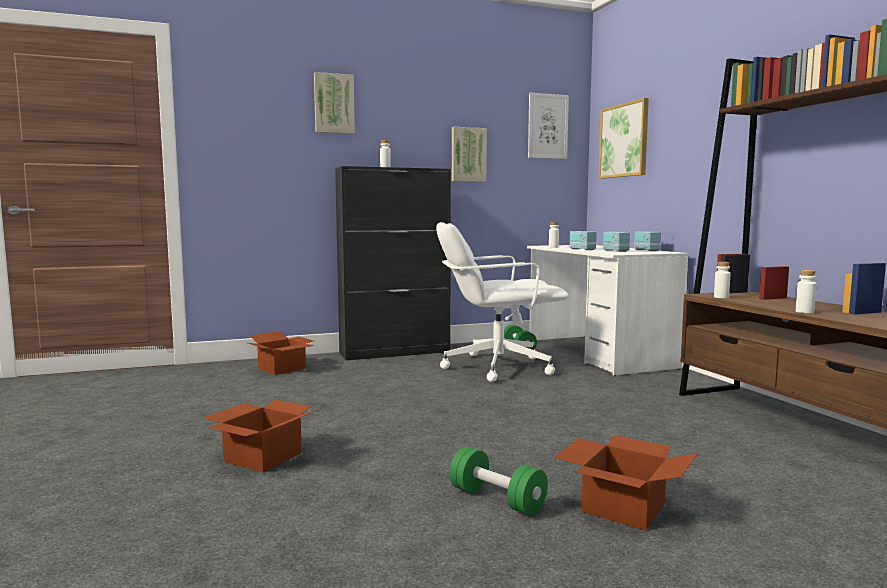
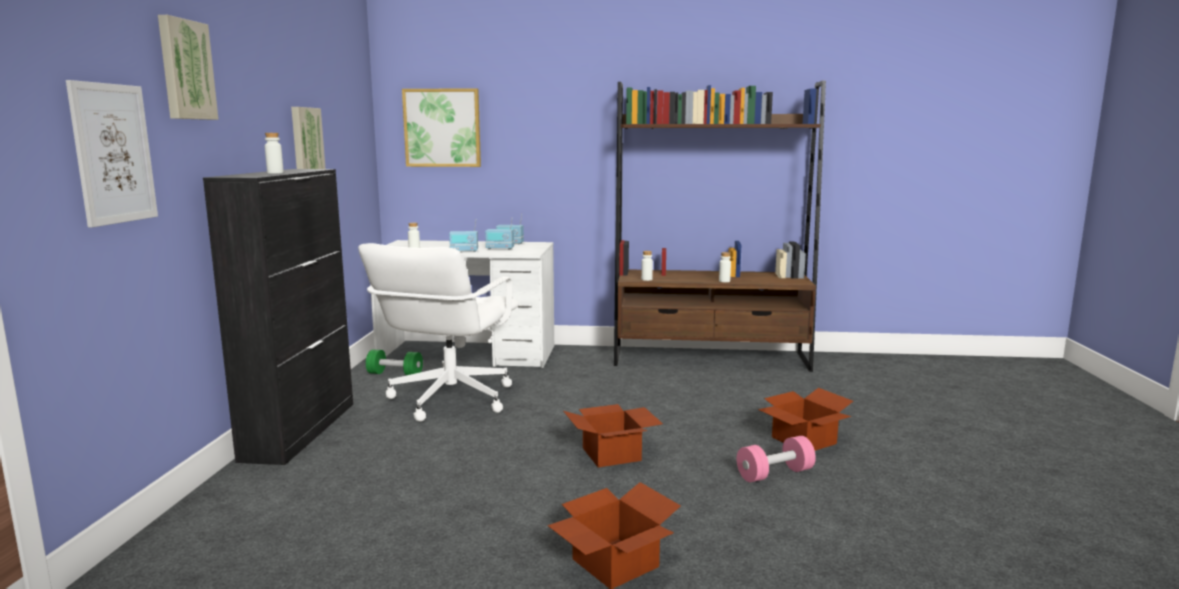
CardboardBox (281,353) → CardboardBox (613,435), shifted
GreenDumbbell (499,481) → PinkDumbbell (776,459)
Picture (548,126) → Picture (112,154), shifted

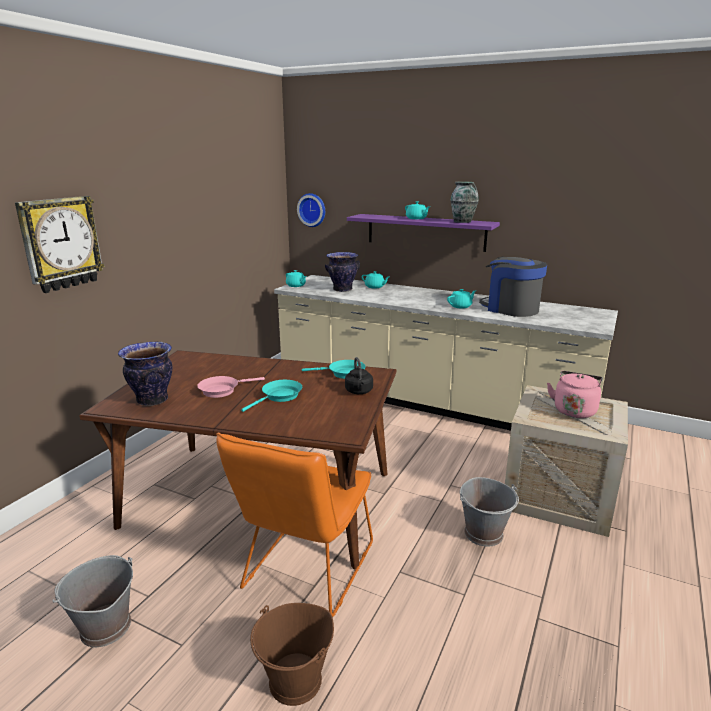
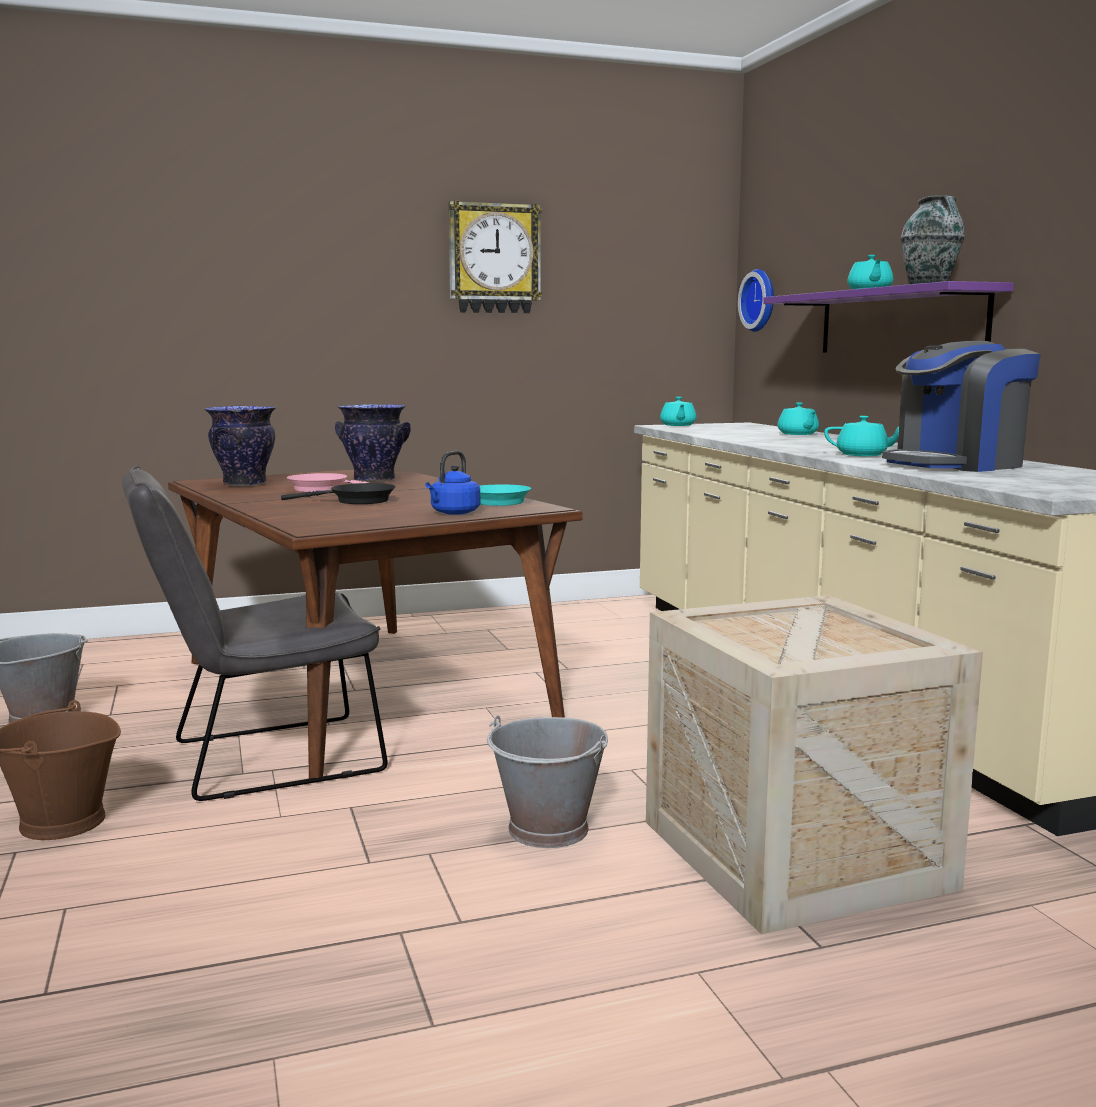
WallClock (60,244) → WallClock (495,257), shifted
OrangeChair (294,524) → GreyChair (255,633)
TurquoiseFryingPan (271,396) → BlackFryingPan (338,493)
Vase (342,272) → Vase (373,443), shifted
BlackKettle (359,375) → BlueKettle (452,483)
CoffeeMachine (513,287) → CoffeeMachine (961,406), 120 degrees counterclockwise
PinkKettle (575,394) → -

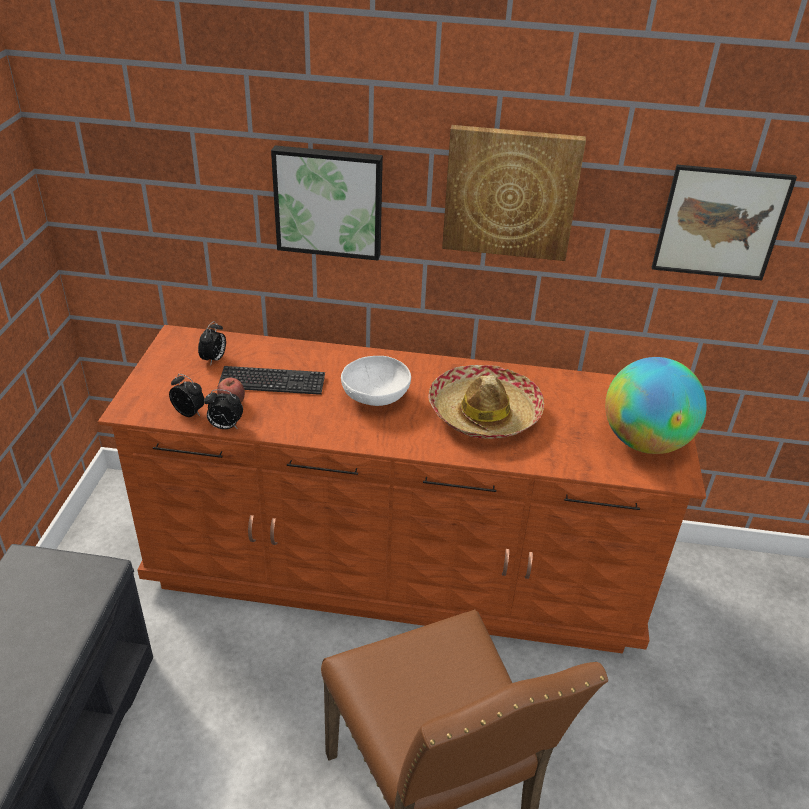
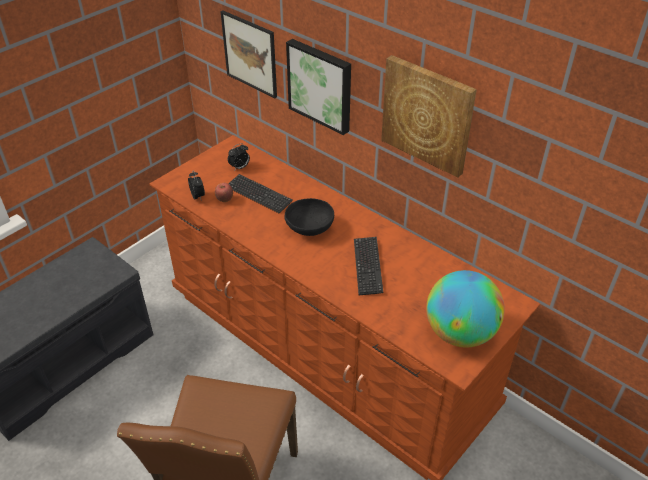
AlarmClock (223,409) → -
WhiteBowl (376,381) → BlackBowl (309,217)
Hat (486,402) → Keyboard (368,266)
Picture (724,222) → Picture (248,54), shifted

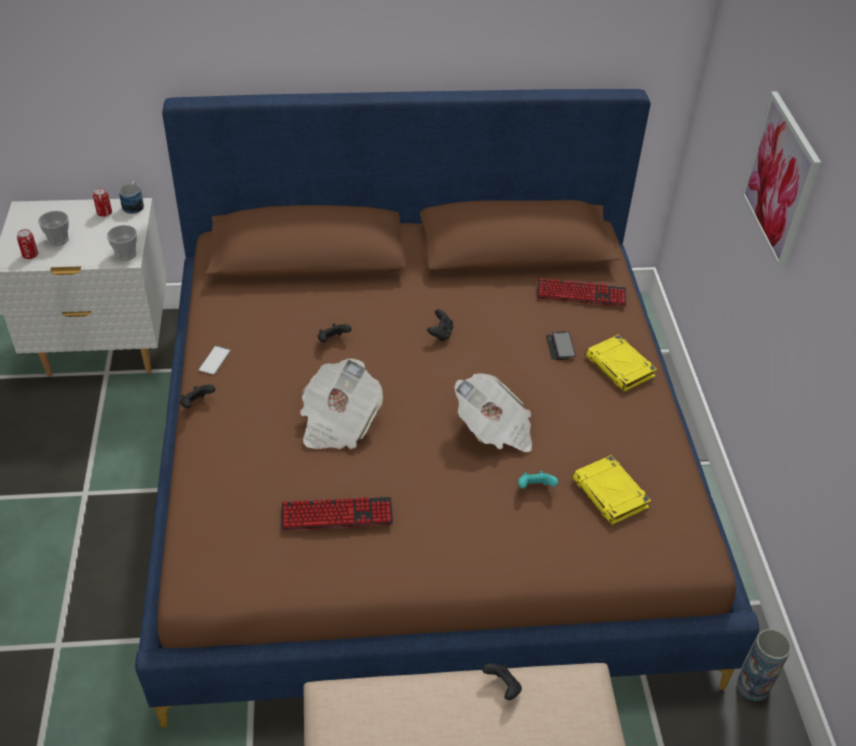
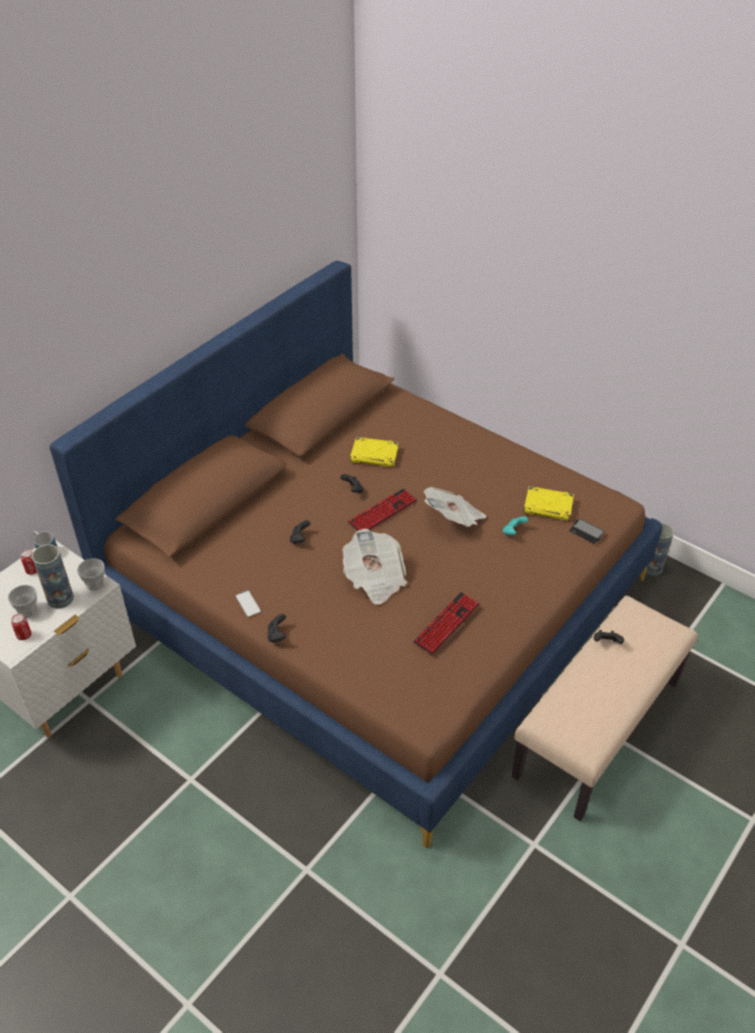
Keyboard (581,292) → Keyboard (382,509), shifted
Phone (561,345) → Phone (586,531), shifted
YellowBook (621,363) → YellowBook (374,452), shifted
Picture (781,180) → -
- → Vase (53,576)

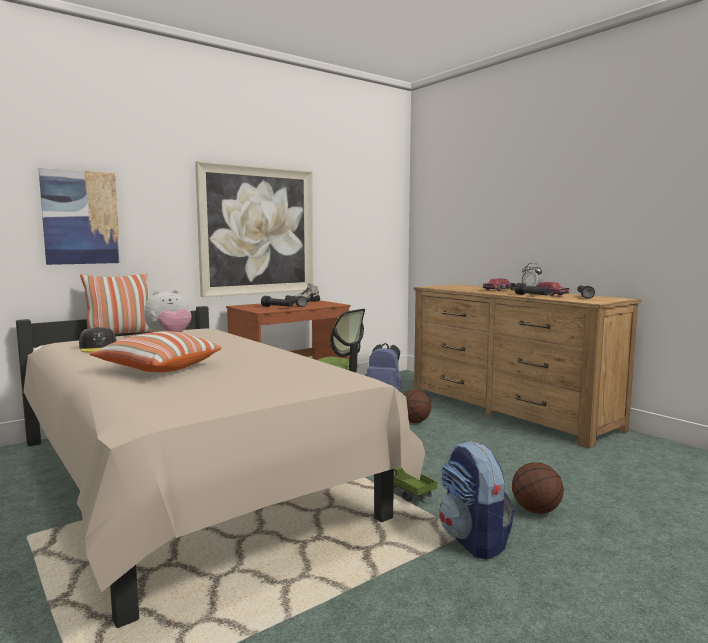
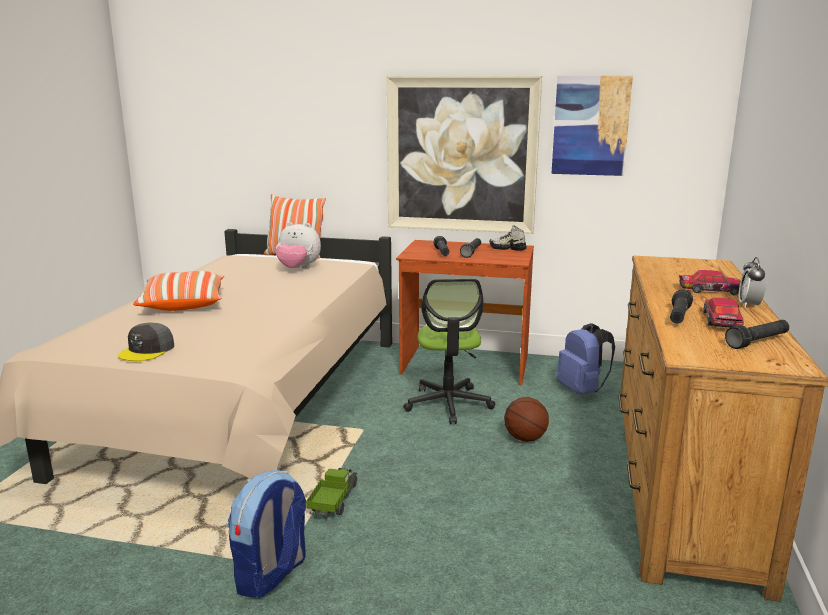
Picture (79,216) → Picture (592,126), shifted
GreyCap (98,339) → GreyCap (146,342), shifted
Basketball (538,488) → -

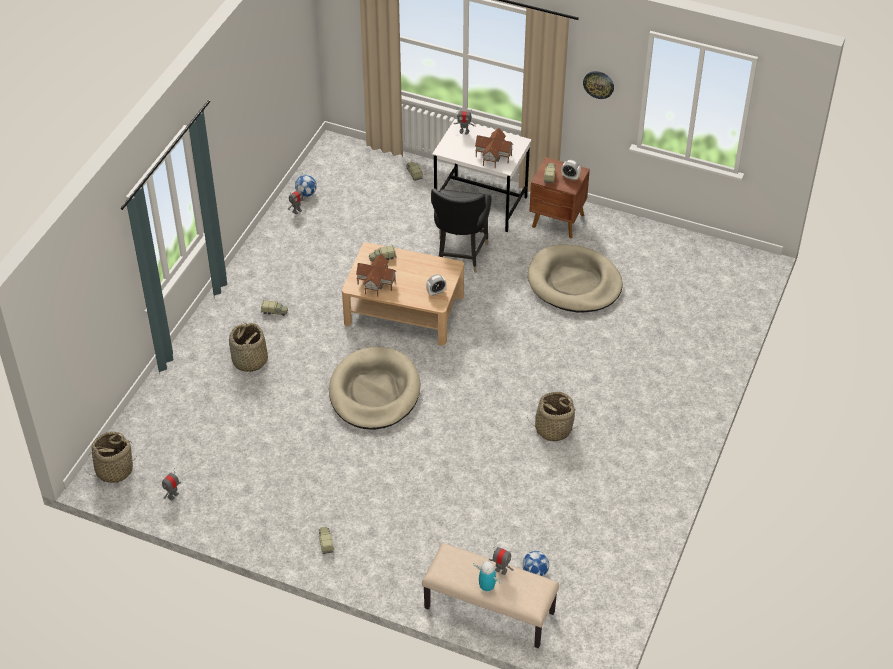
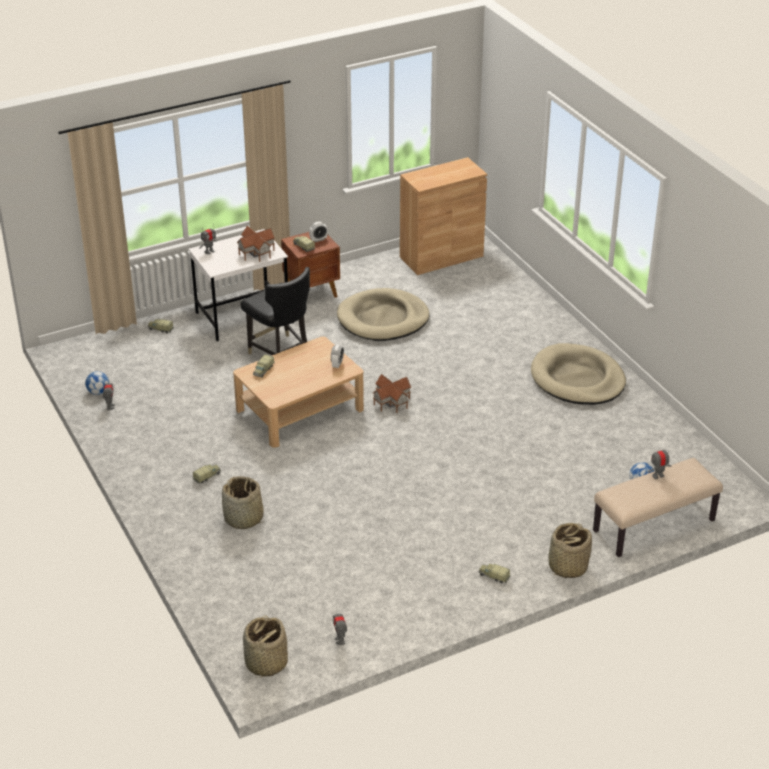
BeigeDogBed (374,388) → BeigeDogBed (578,374), shifted
ToyHouse (376,275) → ToyHouse (392,393), shifted
ToyRobot (487,577) → -
Basket (552,416) → Basket (569,550), shifted
WallClock (598,85) → -
- → BrownCabinet (443,216)

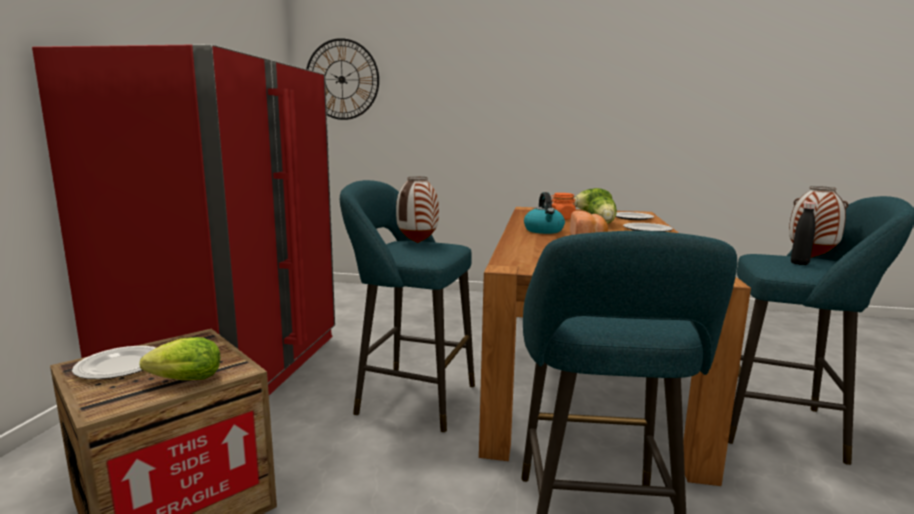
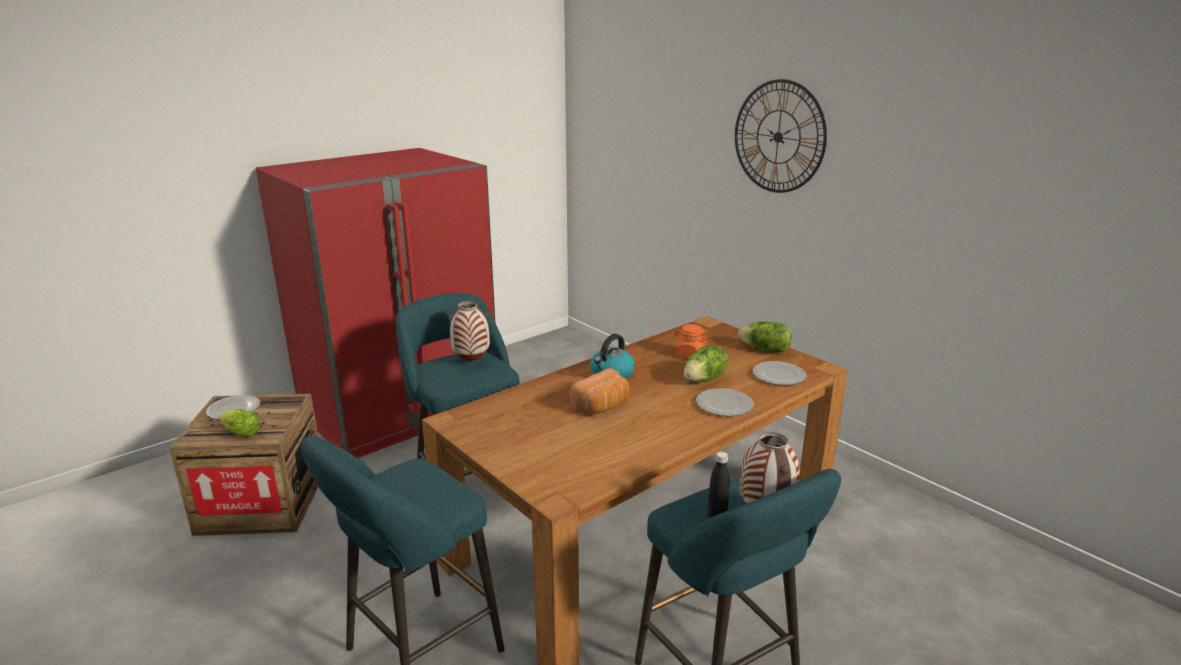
WallClock (342,79) → WallClock (781,136), shifted

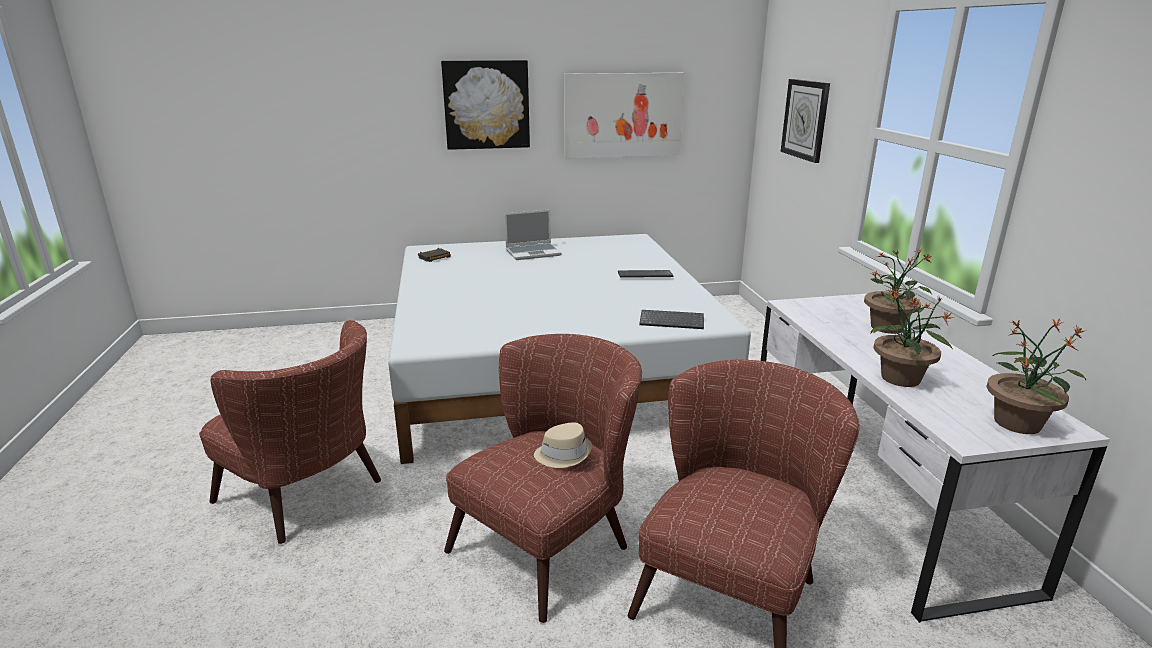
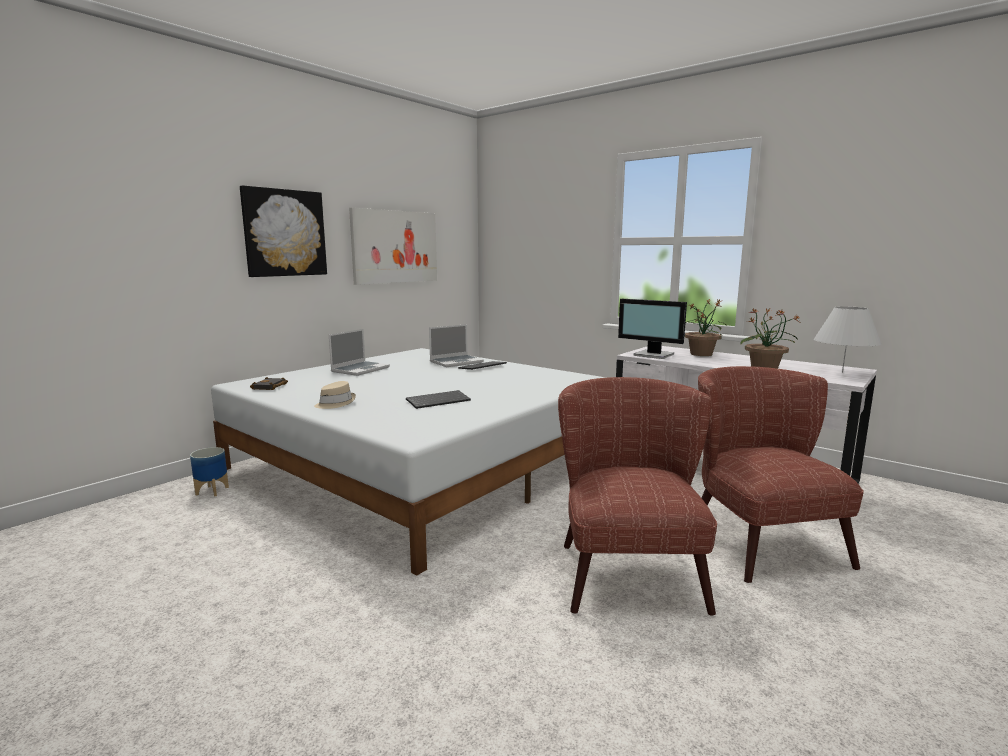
BrownArmchair (290,432) → -
BeigeHat (563,445) → BeigeHat (335,395), shifted
Keyboard (671,319) → Keyboard (438,399), shifted
WallClock (805,121) → -
PottedPlant (1036,376) → WhiteTableLamp (848,339)
- → Planter (209,471)
- → Laptop (456,345)
- → Monitor (652,329)

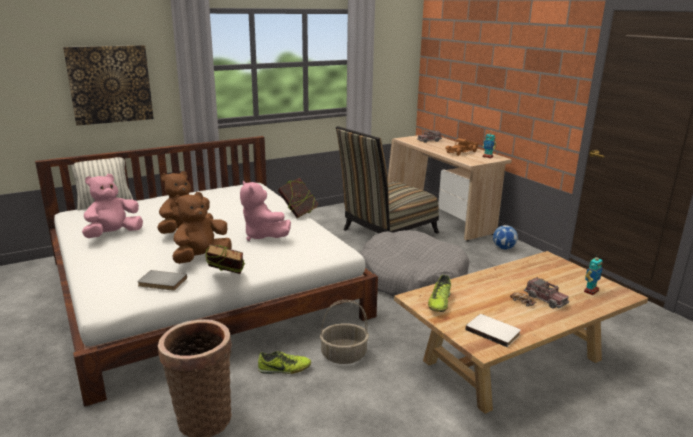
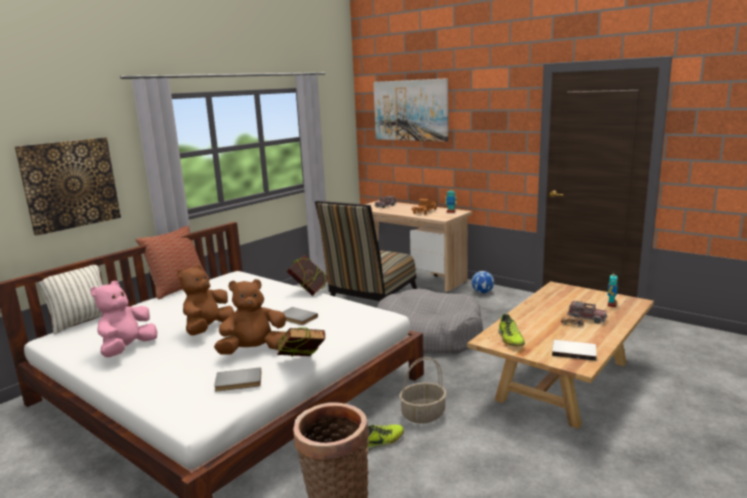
BrownPlushToy (202,228) → BrownPlushToy (250,317), 45 degrees clockwise
PinkPlushToy (265,211) → GreyBook (300,316)
- → Pillow (172,262)
- → Picture (410,110)

